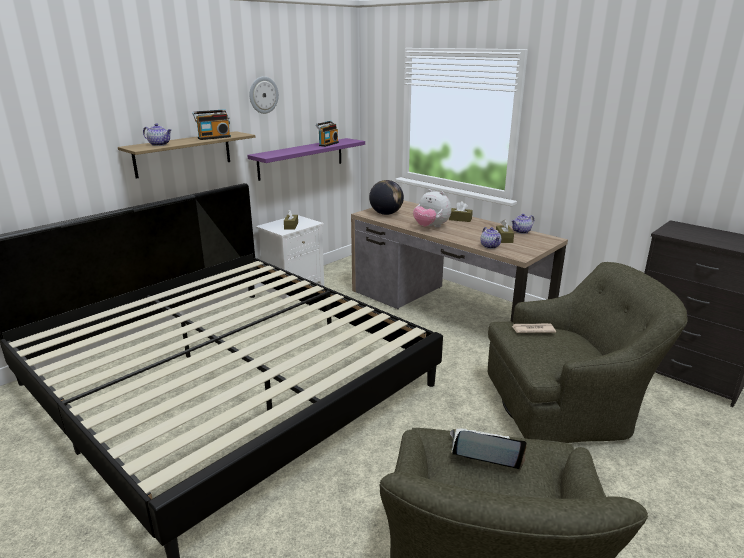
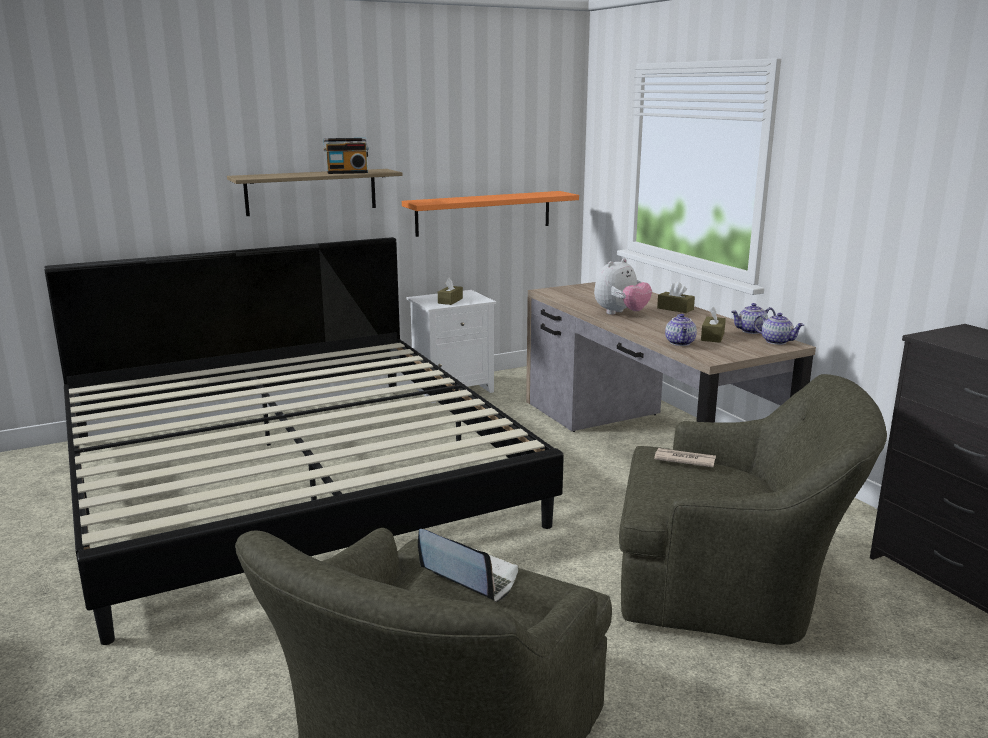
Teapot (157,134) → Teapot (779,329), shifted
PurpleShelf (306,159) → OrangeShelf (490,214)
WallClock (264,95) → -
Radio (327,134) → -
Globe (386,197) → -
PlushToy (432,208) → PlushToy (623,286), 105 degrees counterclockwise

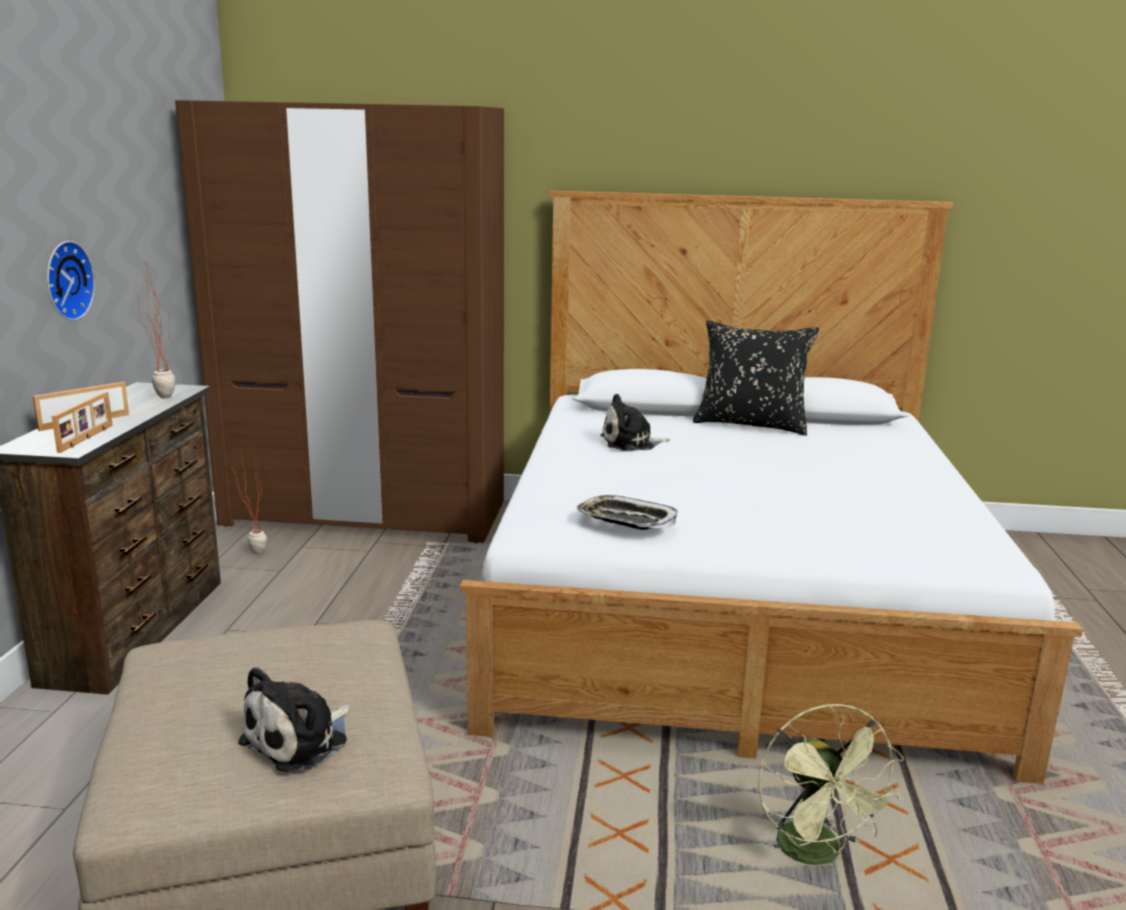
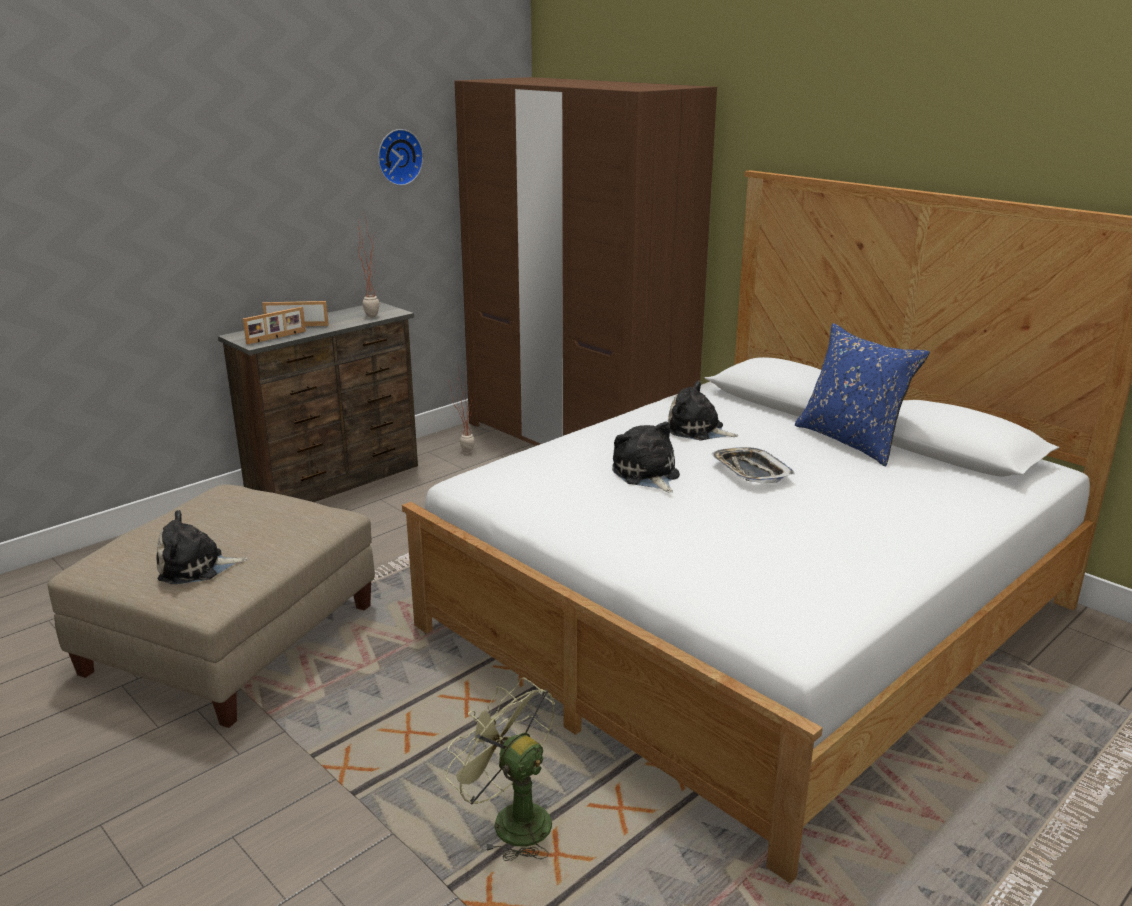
WallClock (71,281) → WallClock (400,157), shifted
Tray (627,512) → Tray (753,465), shifted
BlackPillow (756,378) → BluePillow (862,394)
GreenFan (831,784) → GreenFan (500,769), 105 degrees clockwise
- → PlushToy (646,457)

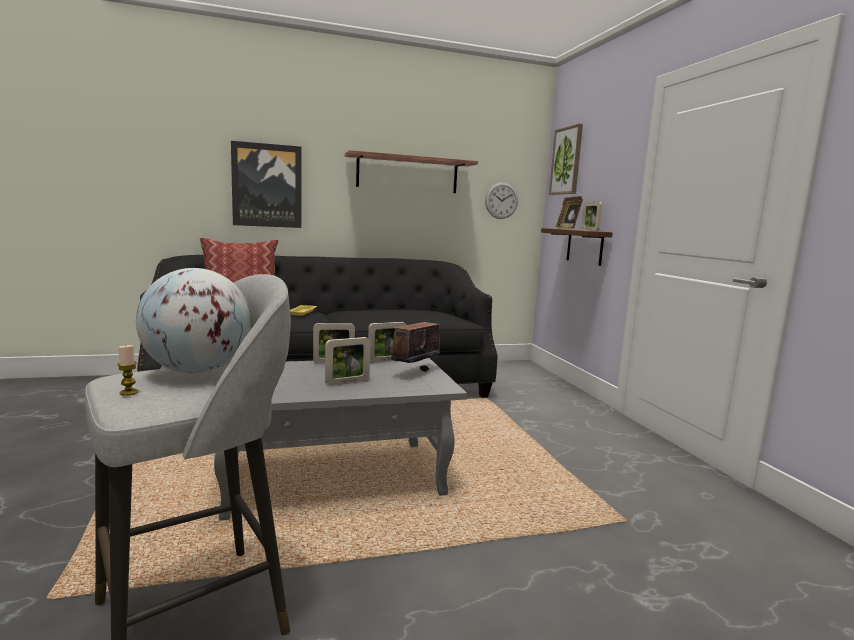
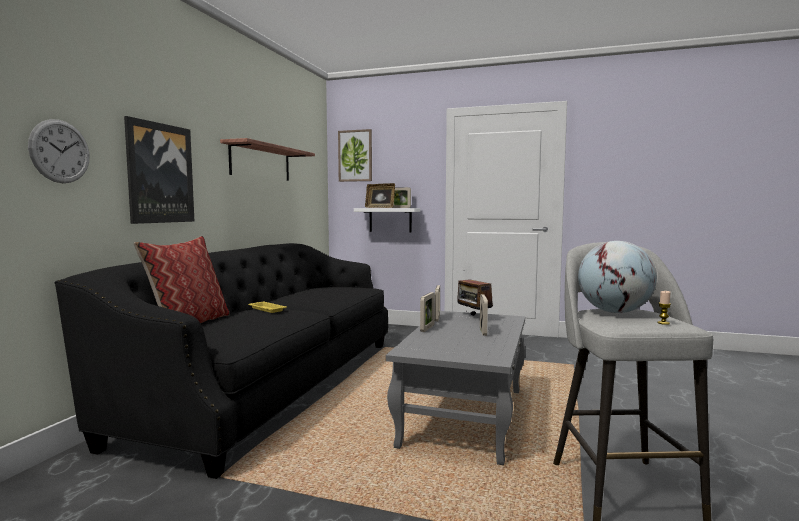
WallClock (501,200) → WallClock (59,151), shifted
BrownShelf (577,247) → WhiteShelf (387,220)

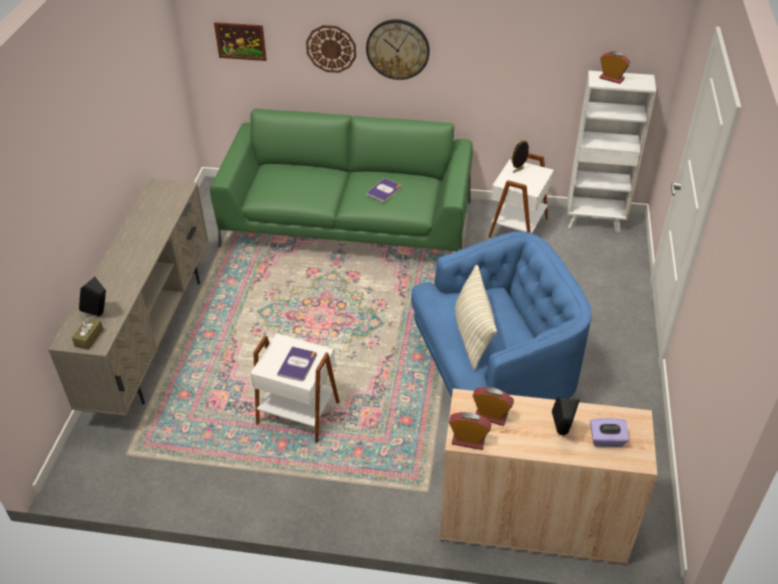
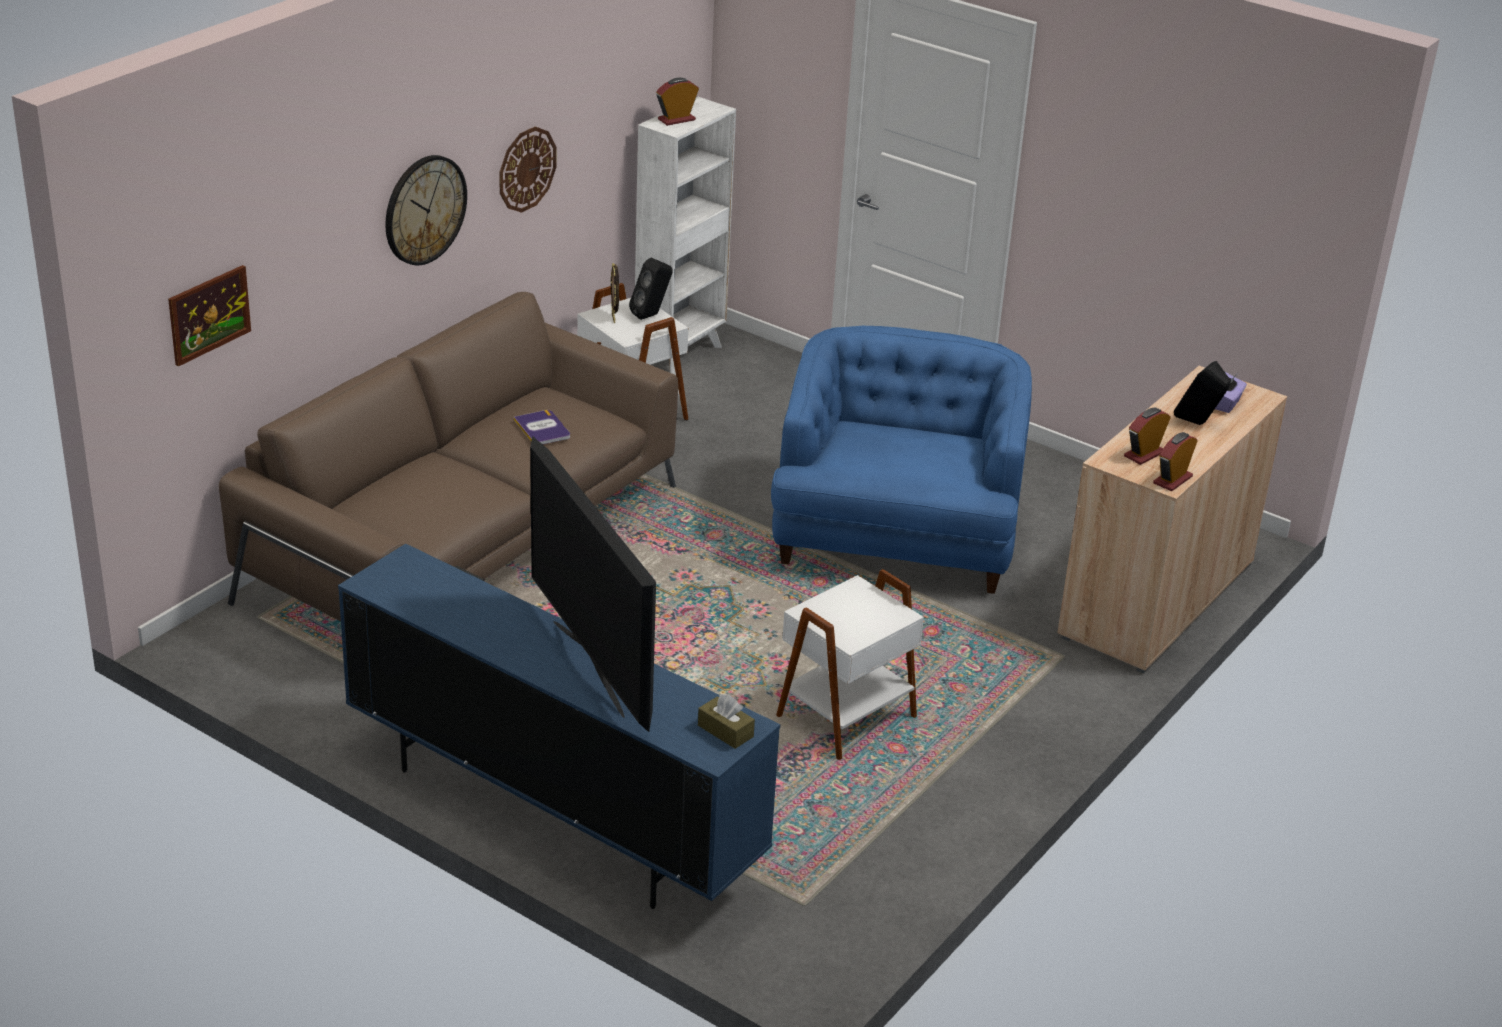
BeigeTvStand (128,297) → BlueTvStand (559,726)
BlackSpeaker (92,296) → BlackSpeaker (651,289), shifted
GreenSofa (341,180) → BrownSofa (448,457)
Book (297,363) → -
WallClock (331,49) → WallClock (527,170), shifted
Pillow (476,316) → -
- → Television (593,584)

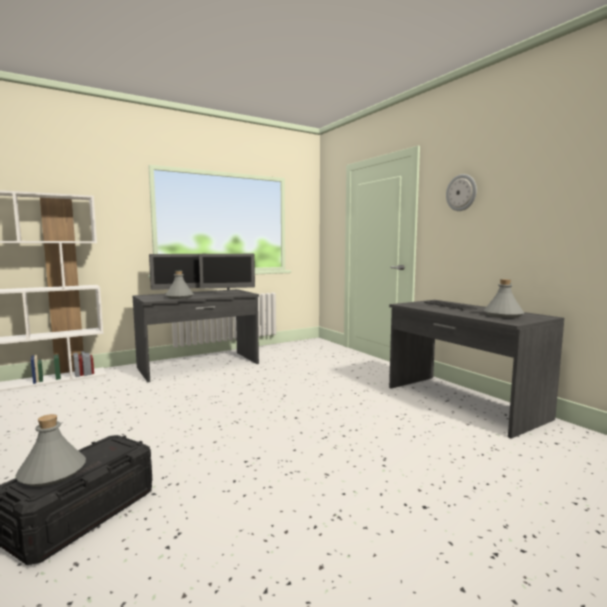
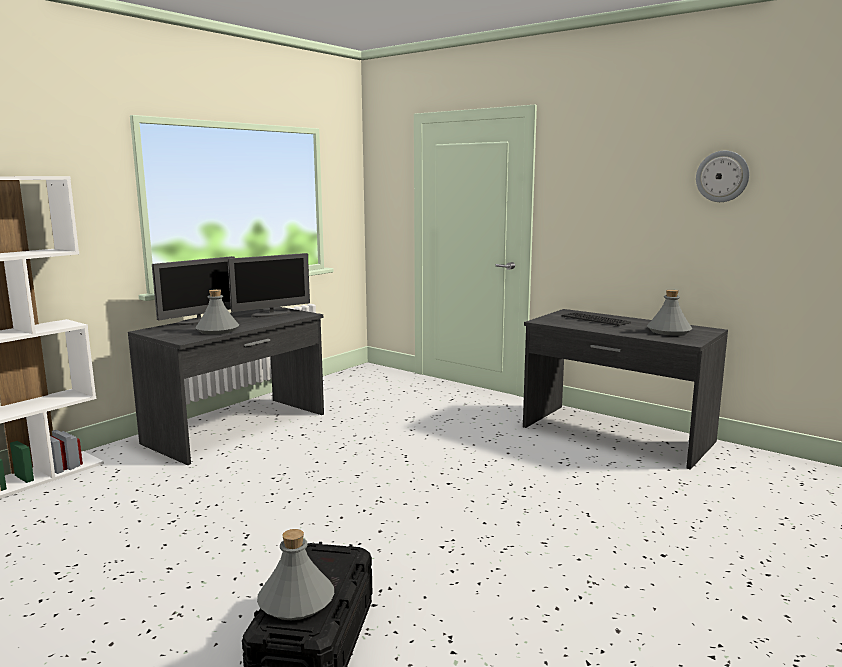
WallClock (461,192) → WallClock (722,176), shifted

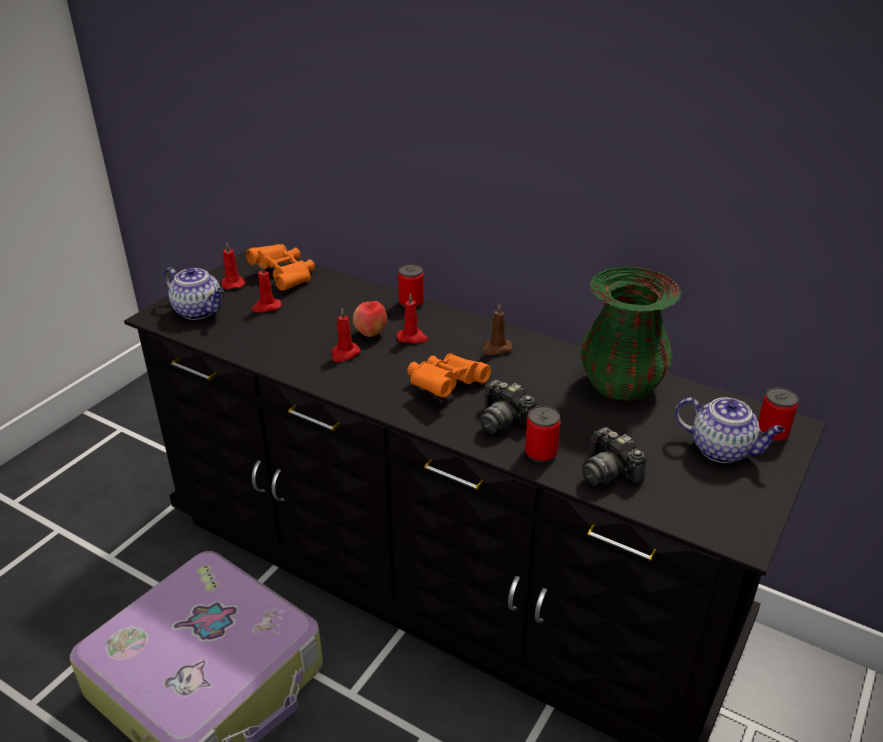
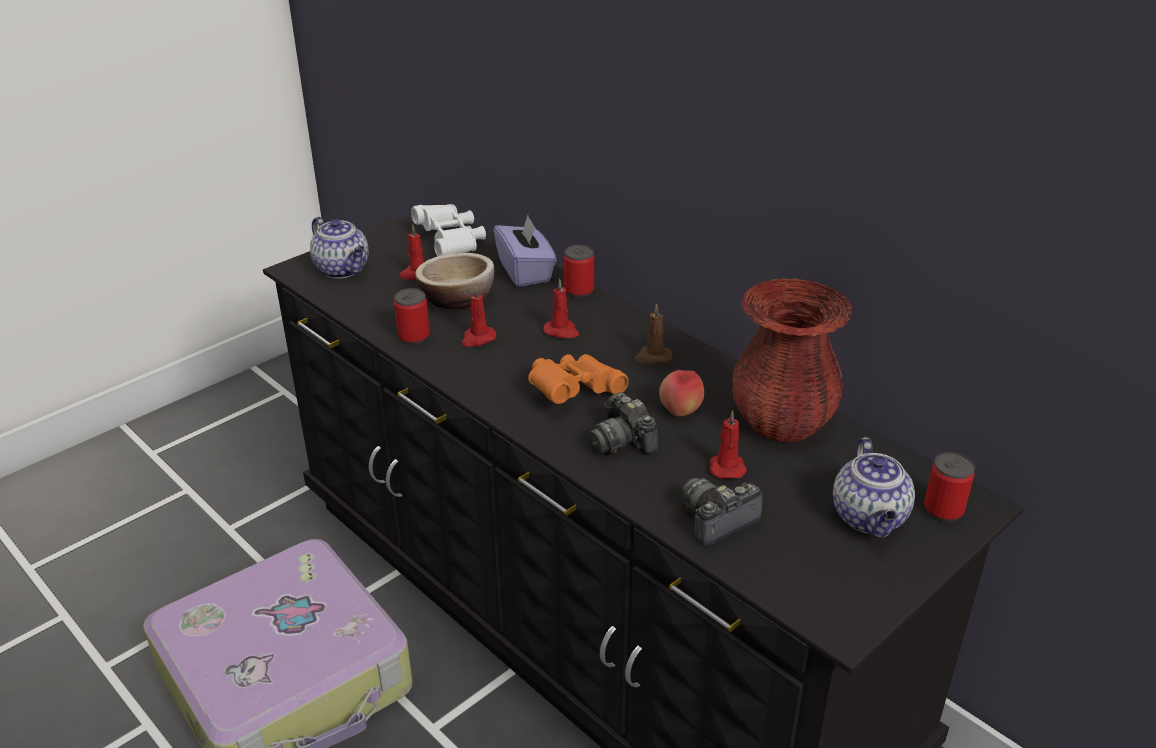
RedCandle (233,266) → RedCandle (728,444), shifted
OrangeBinoculars (280,267) → WhiteBinoculars (448,230)
Apple (370,319) → Apple (681,393), shifted
Can (543,434) → Can (412,316), shifted
GreenVase (631,334) → RedVase (792,360)
PhotoCamera (614,457) → PhotoCamera (722,512), 75 degrees clockwise
Teapot (730,430) → Teapot (874,487), 45 degrees clockwise
- → Bowl (455,281)
- → PurpleTissueBox (525,251)

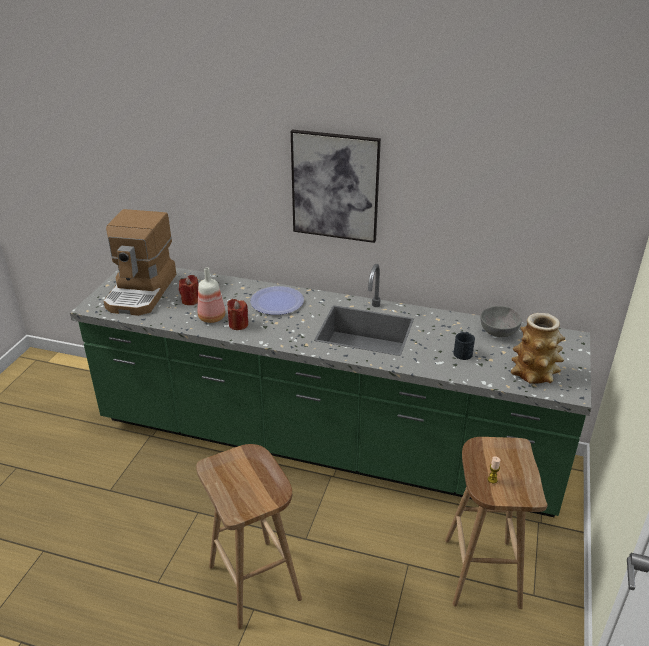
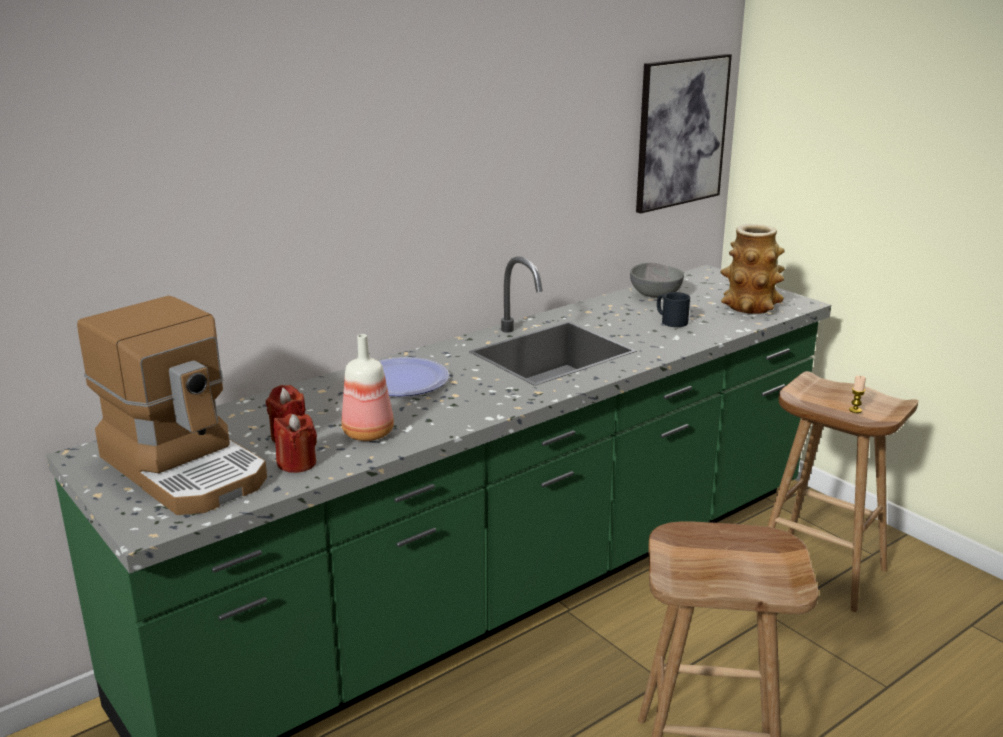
RedCandle (237,314) → RedCandle (295,443), shifted
Picture (336,186) → Picture (684,134), shifted

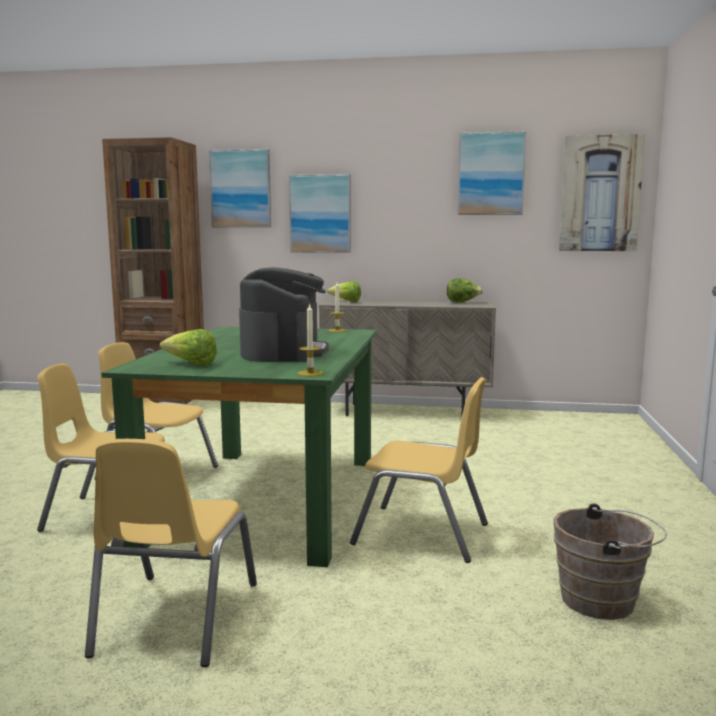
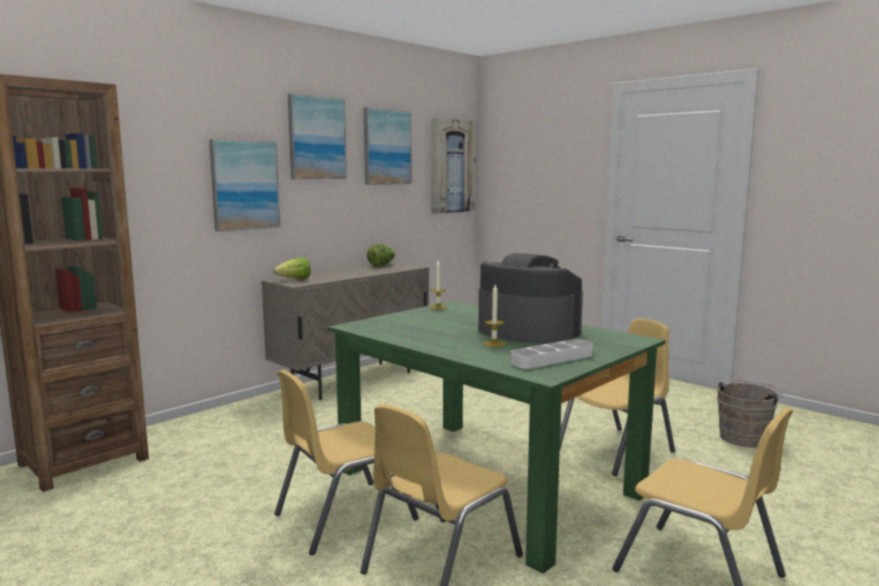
Lettuce (188,347) → WhiteTray (552,354)
Picture (240,188) → Picture (317,136), shifted
Candle (310,339) → Candle (494,316), shifted

